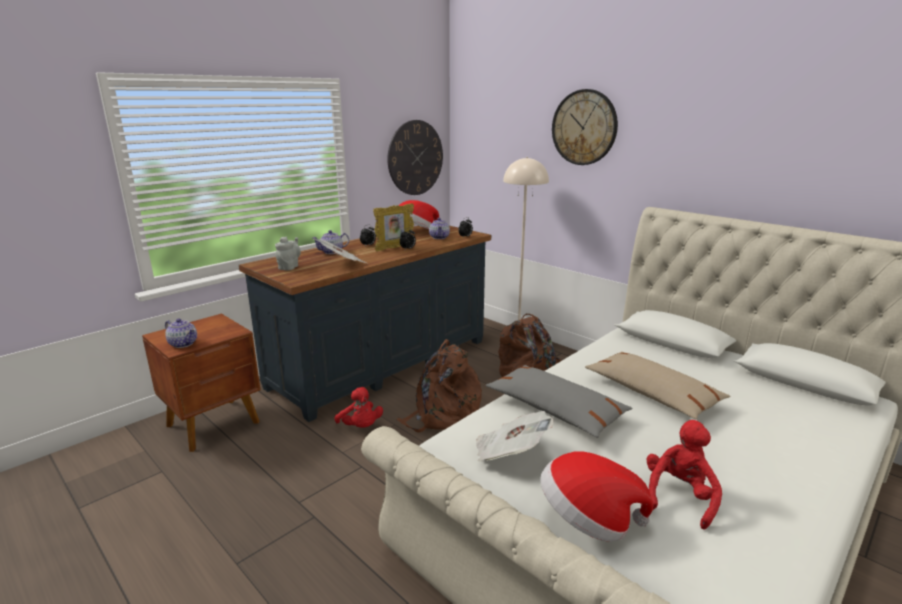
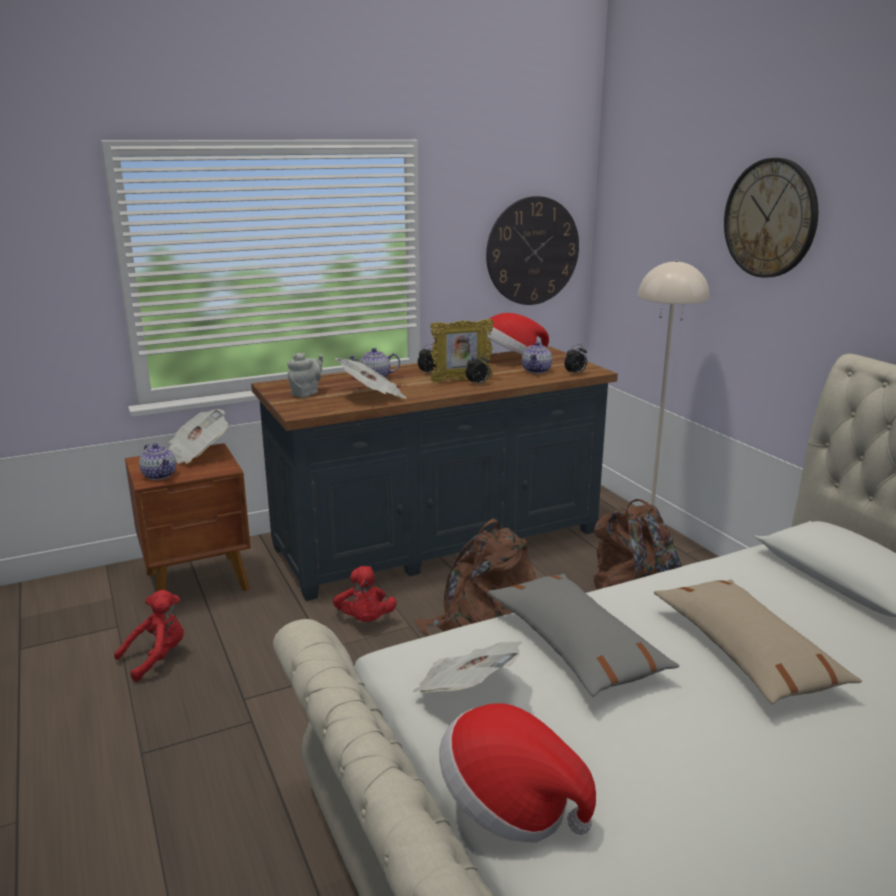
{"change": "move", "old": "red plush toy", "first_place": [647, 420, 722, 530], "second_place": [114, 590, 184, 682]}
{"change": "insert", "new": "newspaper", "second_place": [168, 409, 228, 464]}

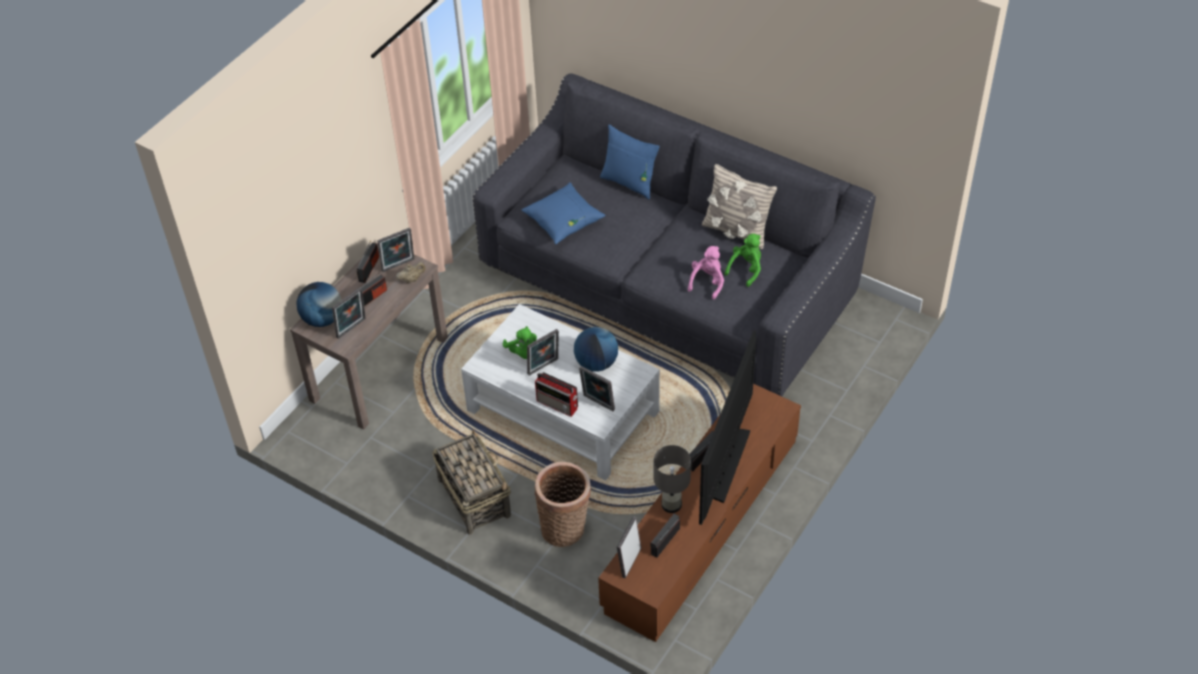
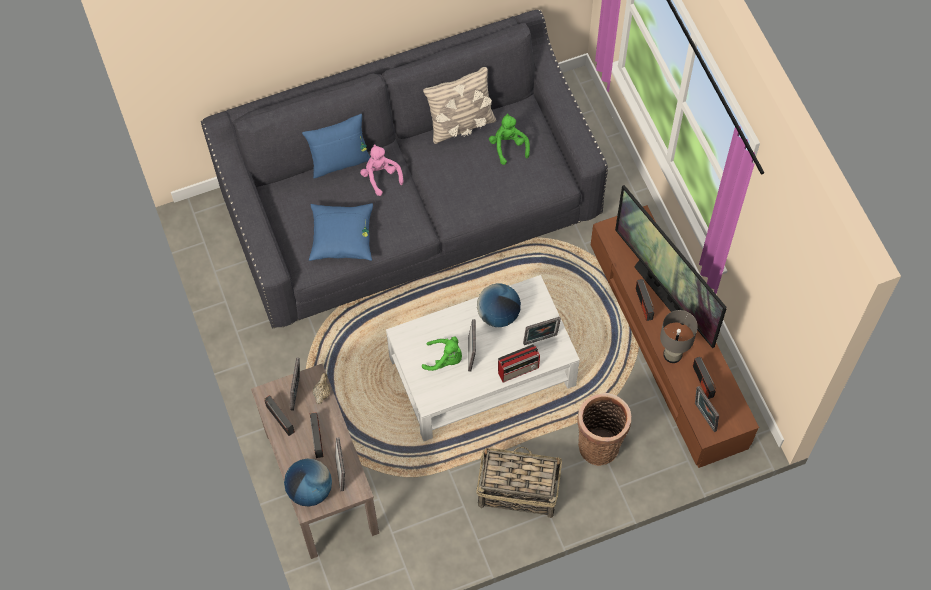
{"change": "move", "old": "pink plush toy", "first_place": [688, 246, 724, 300], "second_place": [360, 144, 403, 196]}

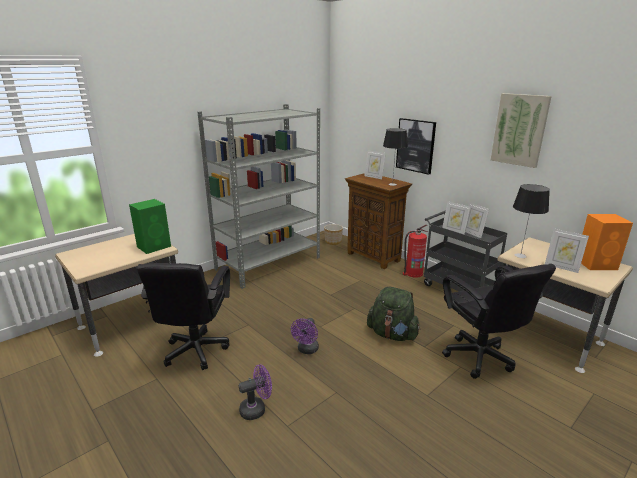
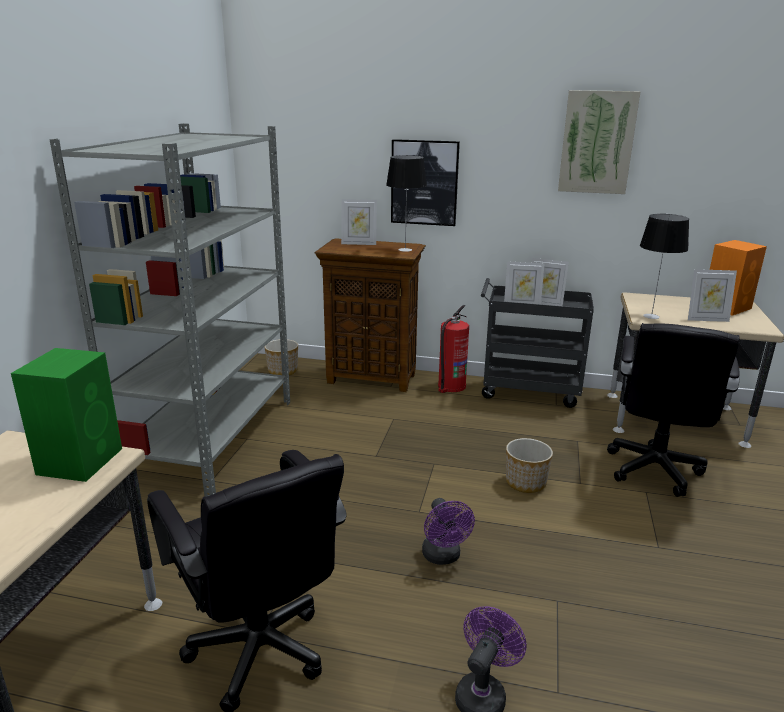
{"change": "replace", "old": "green backpack", "new": "planter", "first_place": [367, 287, 420, 341], "second_place": [506, 438, 553, 493]}
{"change": "rotate", "old": "black office chair", "first_place": [442, 264, 556, 379], "second_place": [607, 323, 740, 497], "degrees": 75}

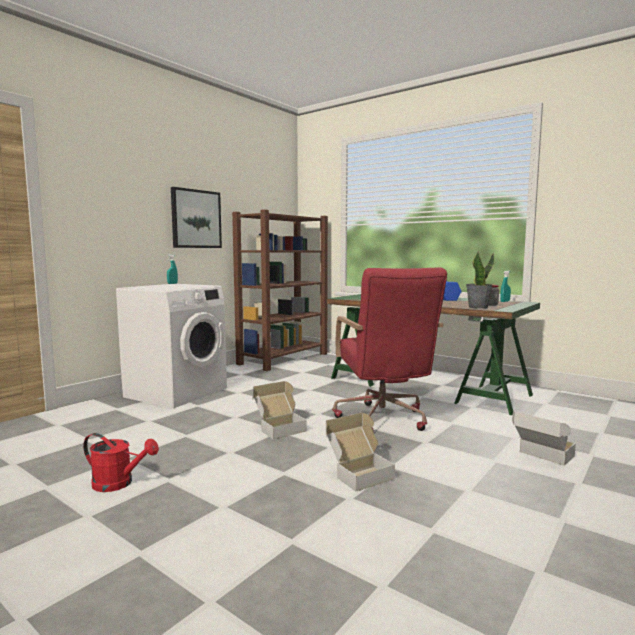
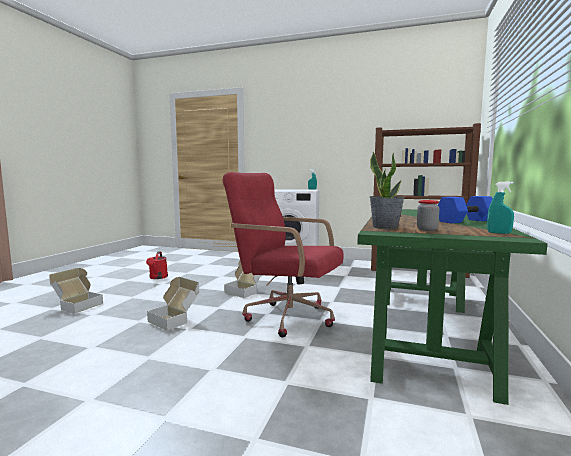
{"change": "delete", "old": "picture", "first_place": [171, 187, 222, 248]}
{"change": "rotate", "old": "red office chair", "first_place": [332, 267, 447, 431], "second_place": [222, 172, 344, 338], "degrees": 60}
{"change": "move", "old": "cardboard box", "first_place": [512, 411, 576, 466], "second_place": [49, 268, 103, 314]}

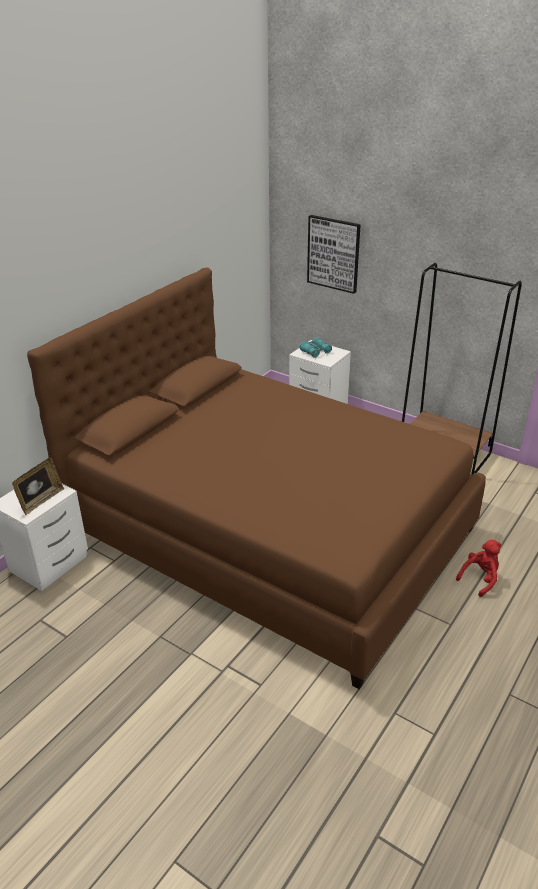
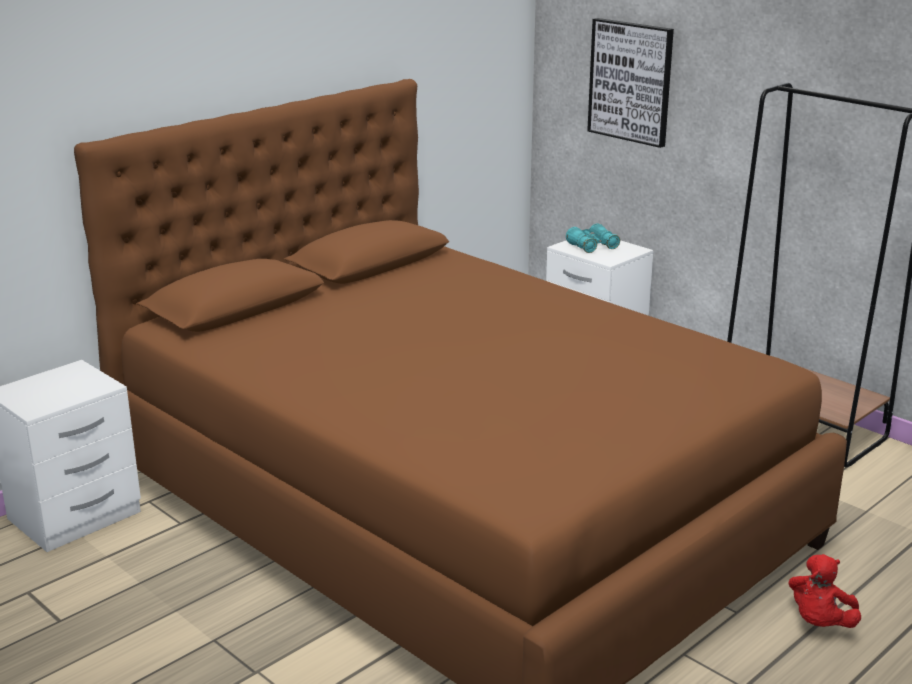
{"change": "delete", "old": "picture frame", "first_place": [12, 457, 64, 515]}
{"change": "rotate", "old": "red plush toy", "first_place": [456, 540, 501, 597], "second_place": [788, 554, 861, 628], "degrees": 150}

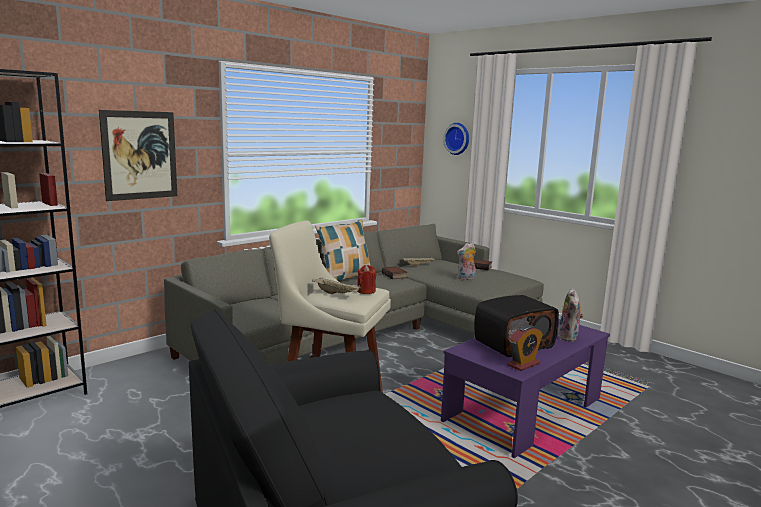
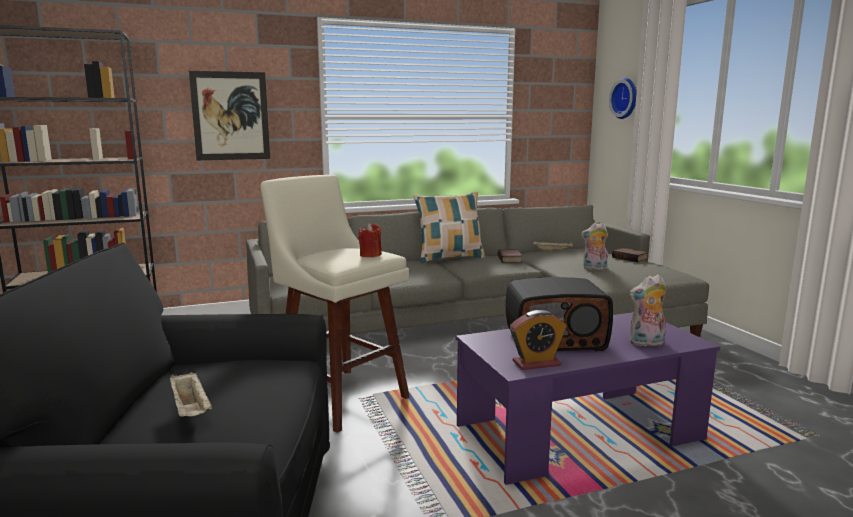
{"change": "move", "old": "beige tray", "first_place": [312, 278, 361, 294], "second_place": [170, 372, 212, 417]}
{"change": "rotate", "old": "plush toy", "first_place": [557, 288, 584, 342], "second_place": [630, 274, 666, 347], "degrees": 45}

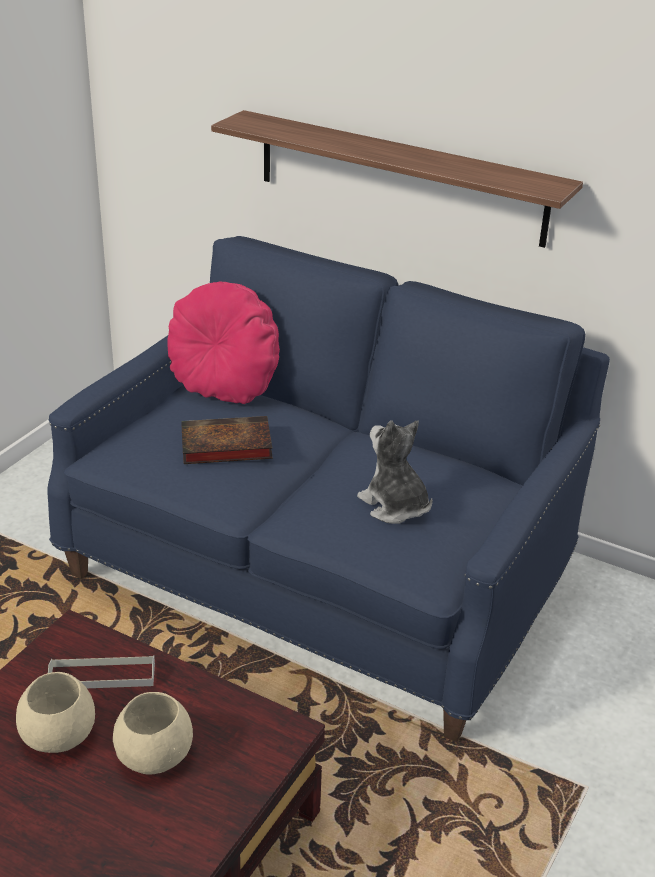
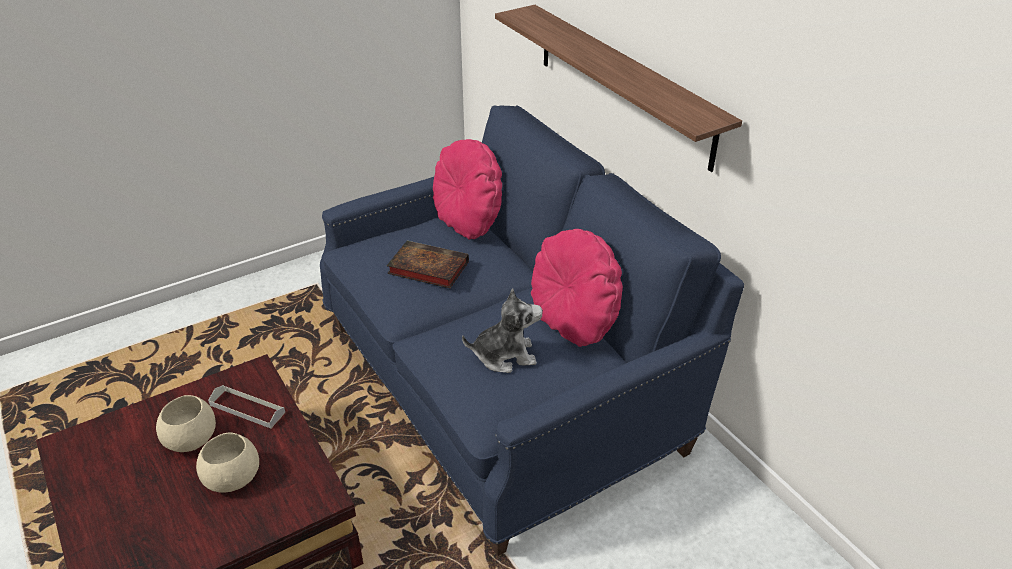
{"change": "rotate", "old": "plush toy", "first_place": [357, 420, 433, 524], "second_place": [462, 288, 543, 373], "degrees": 90}
{"change": "insert", "new": "pink pillow", "second_place": [531, 229, 623, 347]}

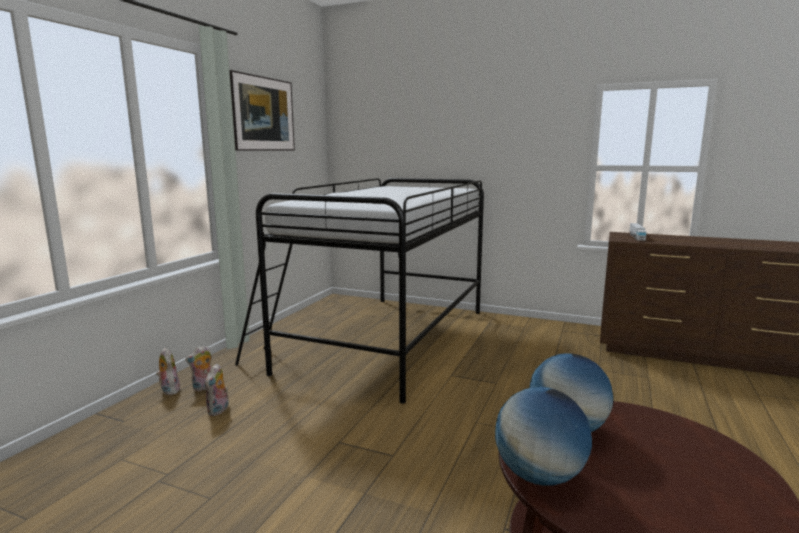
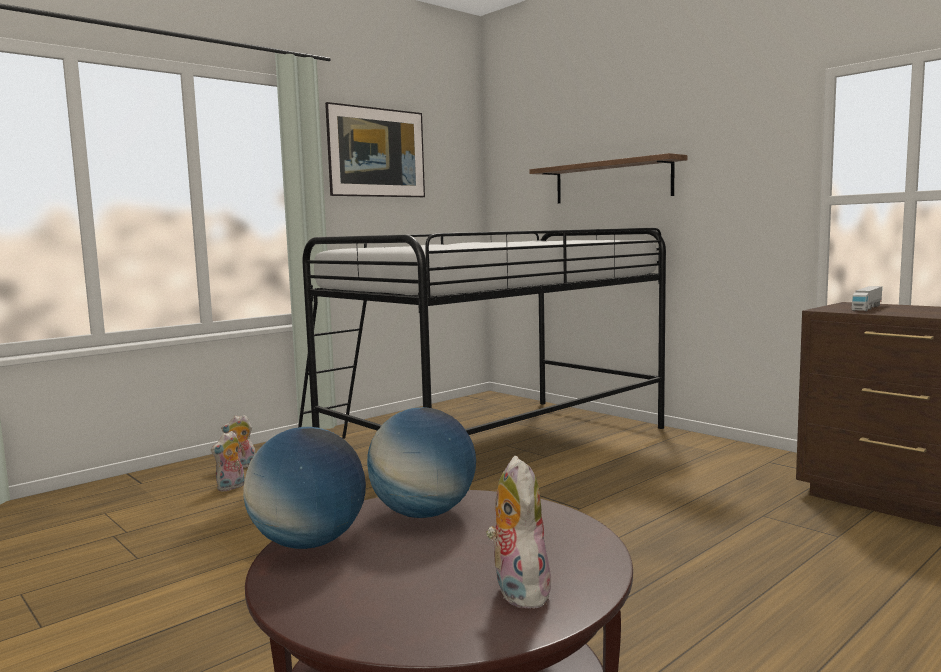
{"change": "move", "old": "plush toy", "first_place": [156, 348, 180, 395], "second_place": [486, 456, 551, 609]}
{"change": "insert", "new": "shelf", "second_place": [529, 153, 687, 203]}

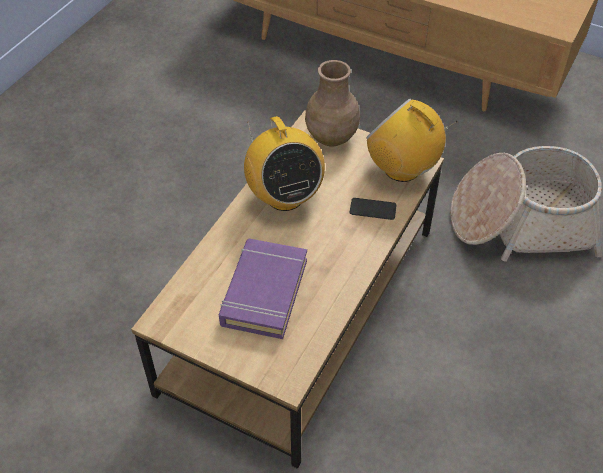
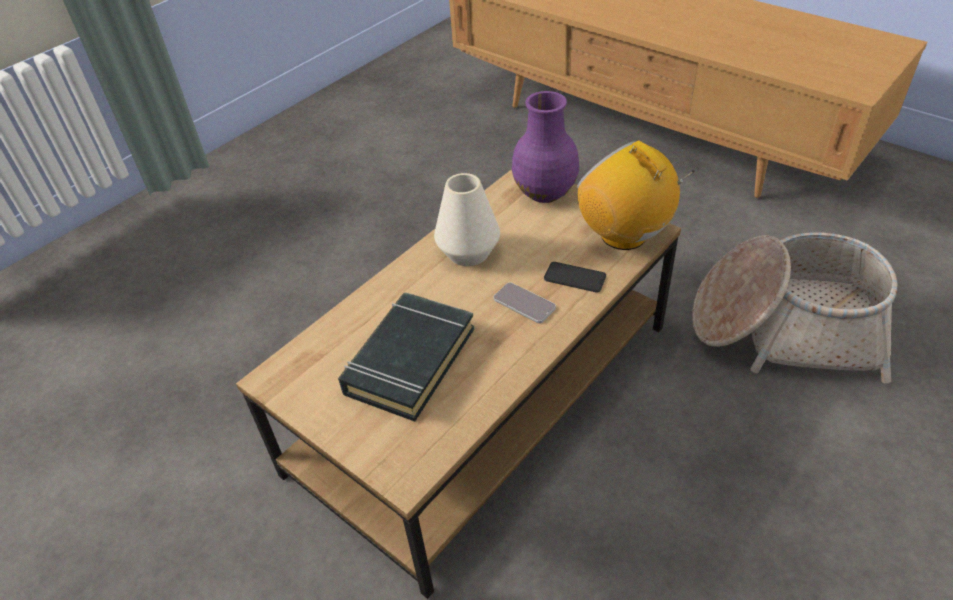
{"change": "recolor", "old": "purple book", "new": "black book", "first_place": [219, 239, 307, 339], "second_place": [338, 292, 474, 422]}
{"change": "replace", "old": "radio", "new": "white vase", "first_place": [244, 116, 325, 211], "second_place": [434, 173, 500, 266]}
{"change": "recolor", "old": "brown vase", "new": "purple vase", "first_place": [305, 60, 360, 147], "second_place": [512, 91, 579, 203]}
{"change": "insert", "new": "phone", "second_place": [494, 282, 556, 323]}

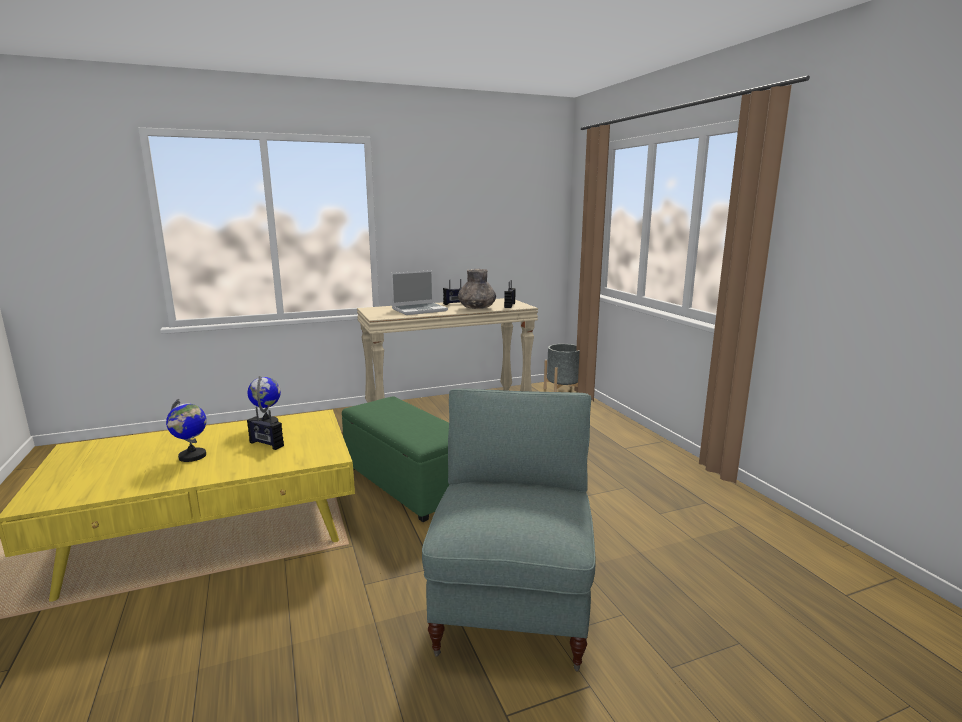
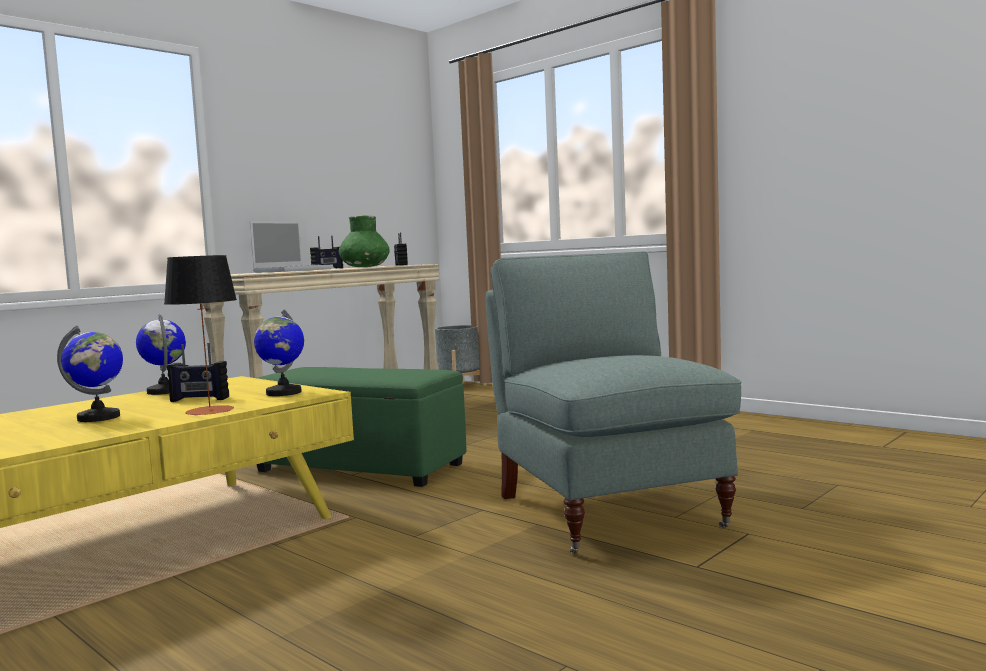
{"change": "recolor", "old": "grey vase", "new": "green vase", "first_place": [458, 269, 496, 309], "second_place": [339, 215, 390, 267]}
{"change": "insert", "new": "table lamp", "second_place": [164, 255, 237, 416]}
{"change": "insert", "new": "globe", "second_place": [254, 310, 304, 396]}

